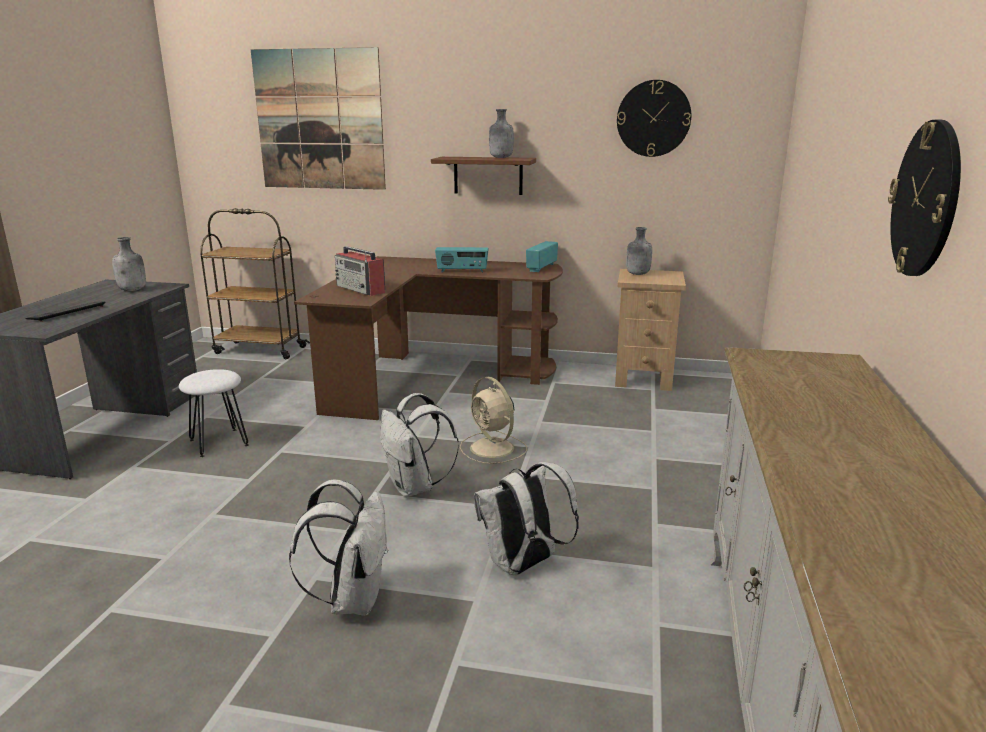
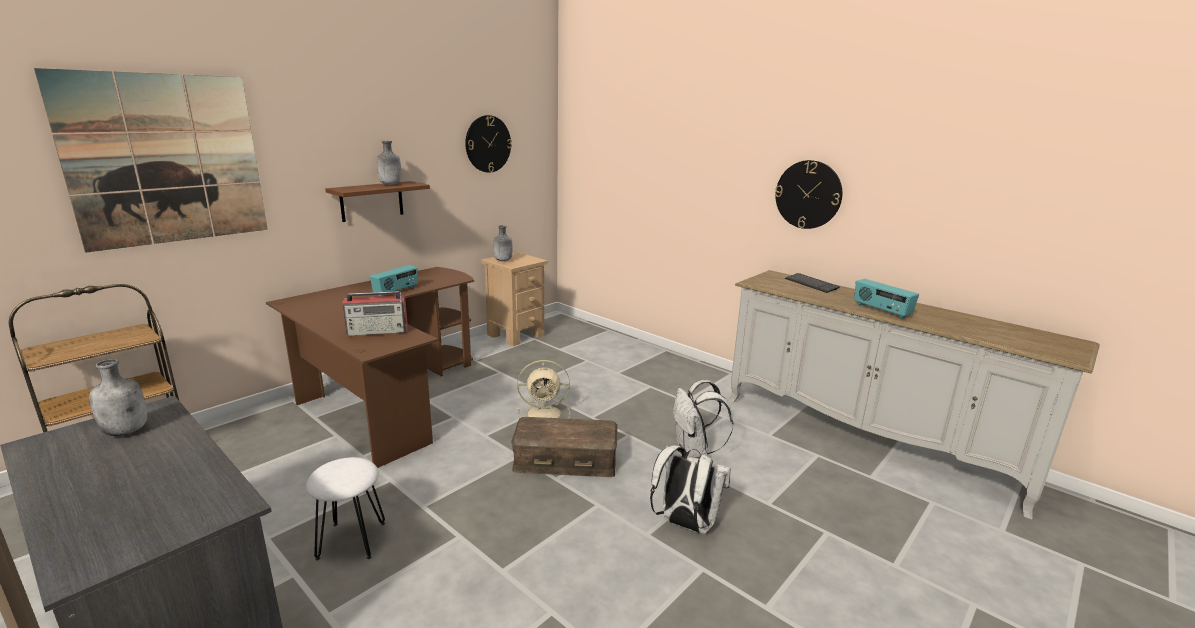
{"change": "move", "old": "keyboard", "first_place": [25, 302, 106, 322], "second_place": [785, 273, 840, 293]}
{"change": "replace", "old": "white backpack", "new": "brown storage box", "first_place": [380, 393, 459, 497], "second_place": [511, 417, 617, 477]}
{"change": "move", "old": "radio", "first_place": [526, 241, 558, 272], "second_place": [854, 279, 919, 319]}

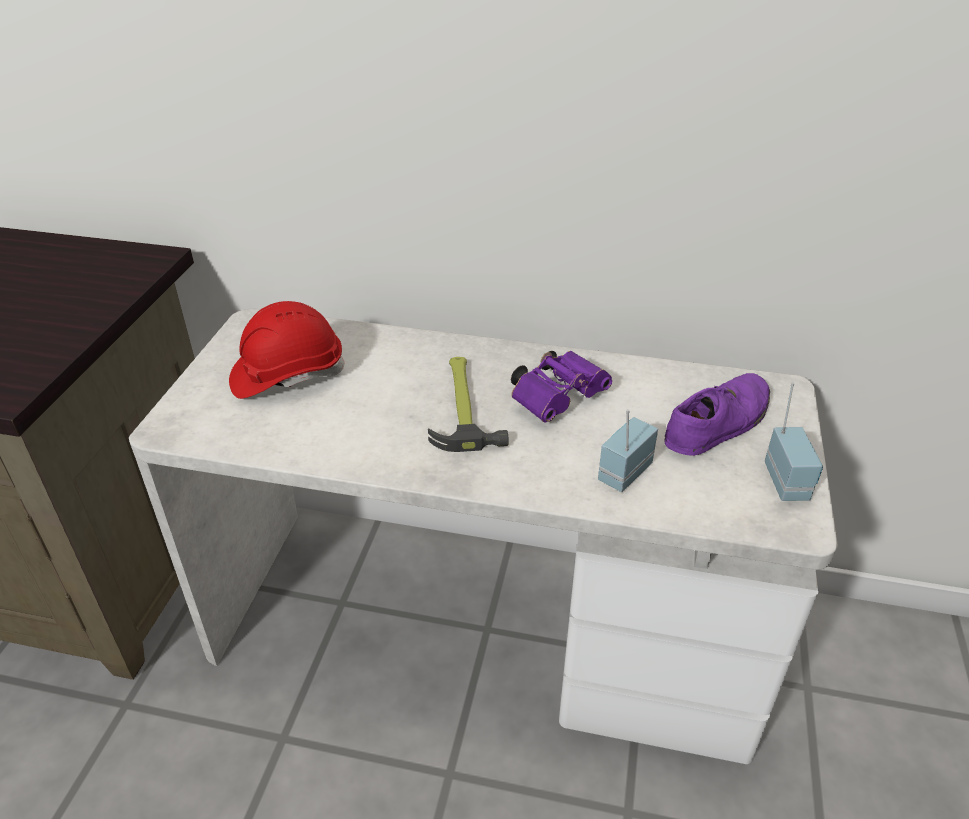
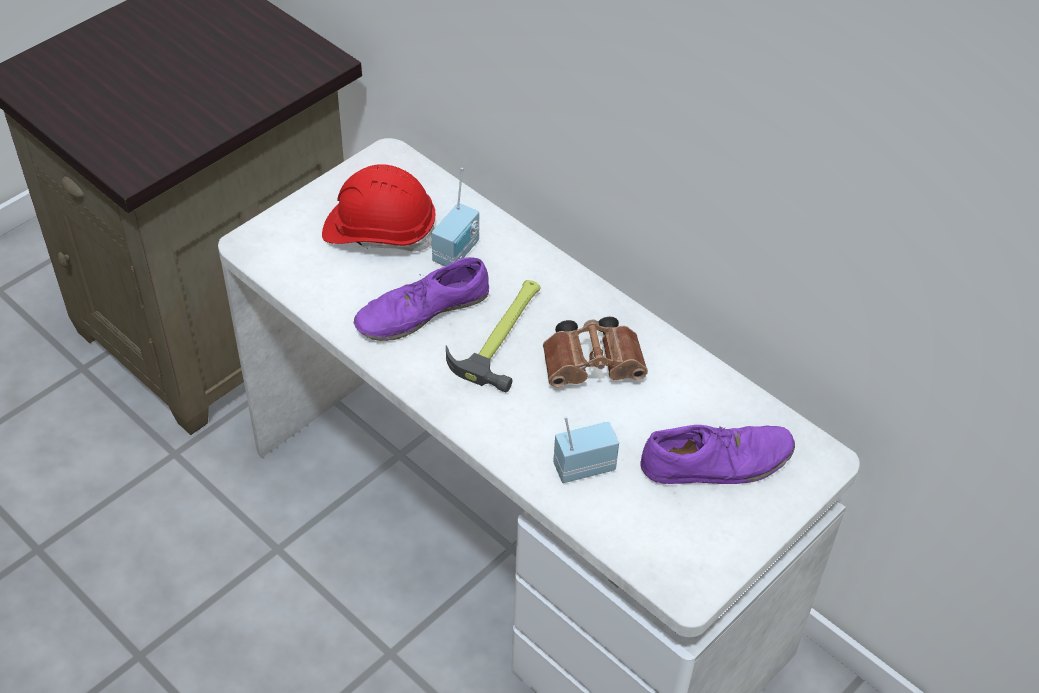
{"change": "recolor", "old": "purple binoculars", "new": "brown binoculars", "first_place": [511, 351, 612, 422], "second_place": [543, 317, 648, 387]}
{"change": "move", "old": "radio", "first_place": [765, 382, 823, 501], "second_place": [431, 168, 479, 266]}
{"change": "insert", "new": "purple shoe", "second_place": [354, 257, 489, 341]}

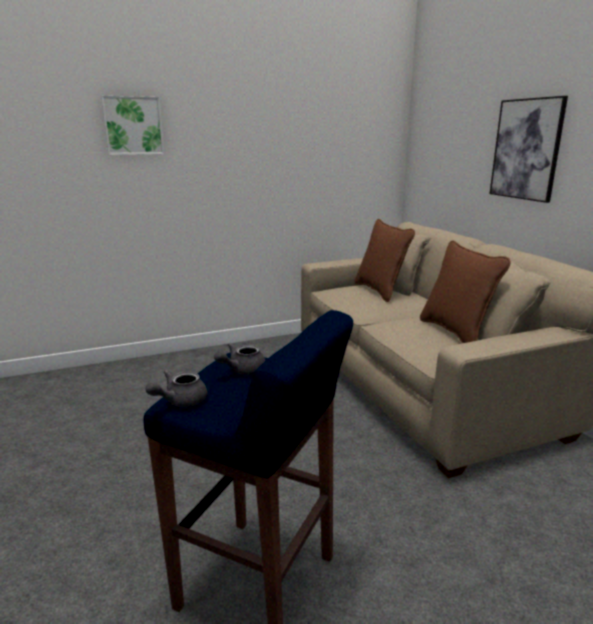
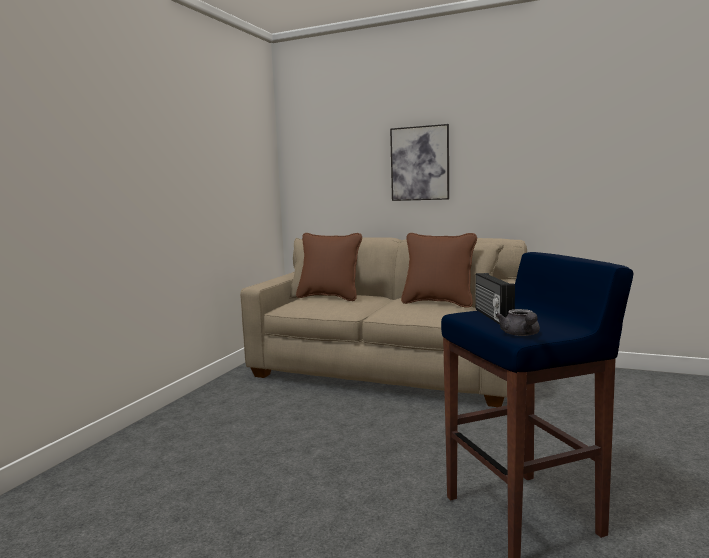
{"change": "delete", "old": "picture", "first_place": [101, 96, 164, 155]}
{"change": "replace", "old": "grey teapot", "new": "radio", "first_place": [214, 343, 266, 375], "second_place": [475, 273, 515, 325]}

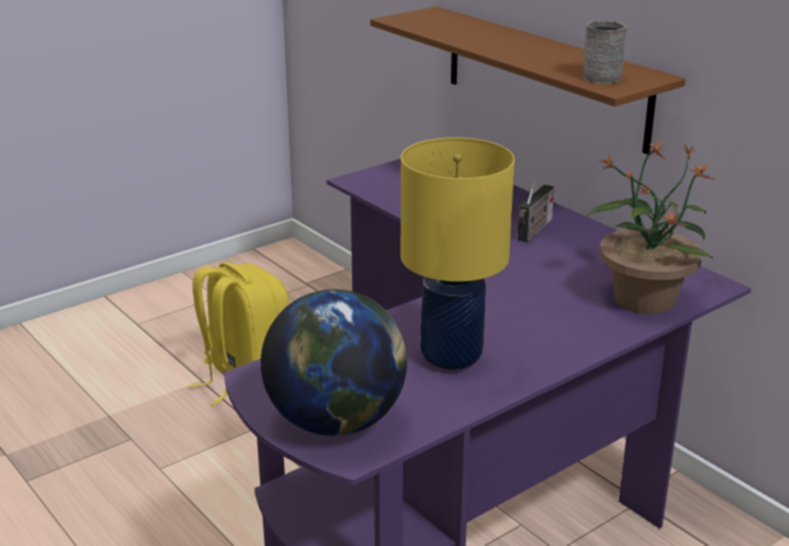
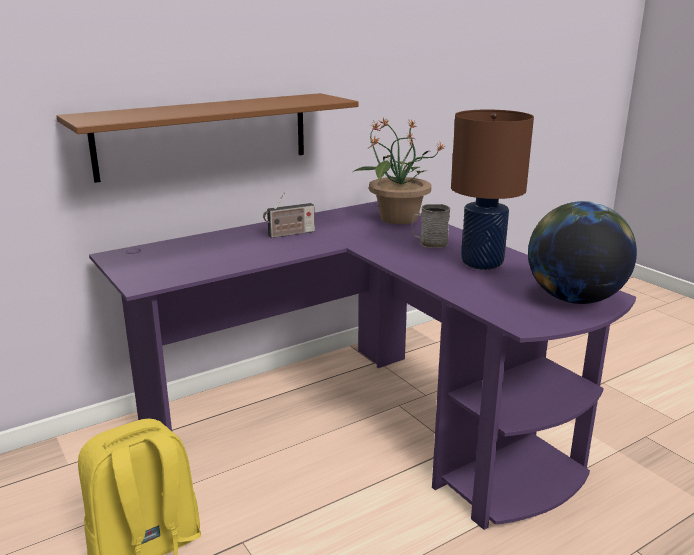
{"change": "recolor", "old": "yellow table lamp", "new": "brown table lamp", "first_place": [401, 137, 515, 370], "second_place": [451, 110, 534, 270]}
{"change": "rotate", "old": "radio", "first_place": [517, 180, 554, 242], "second_place": [263, 193, 315, 238], "degrees": 120}
{"change": "move", "old": "grey mug", "first_place": [583, 20, 626, 84], "second_place": [411, 204, 451, 248]}

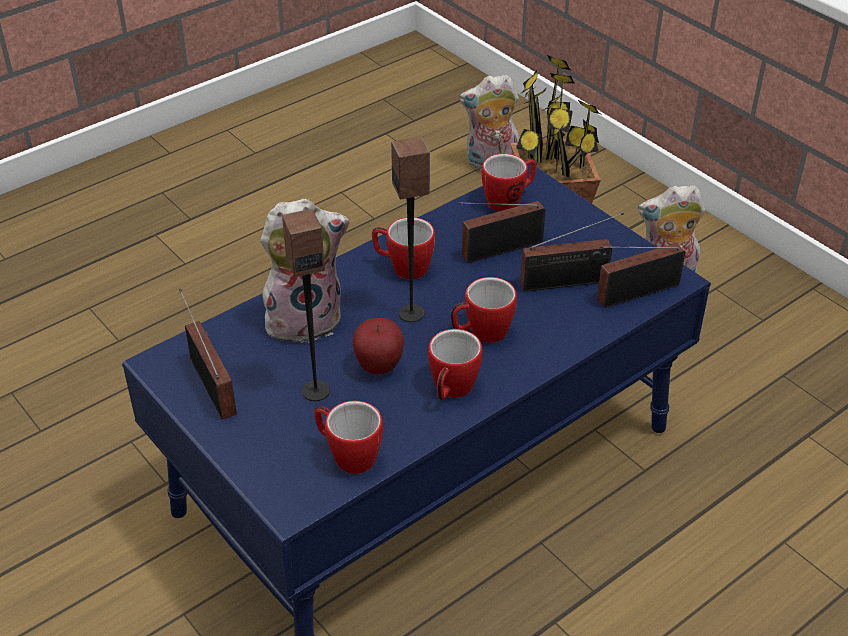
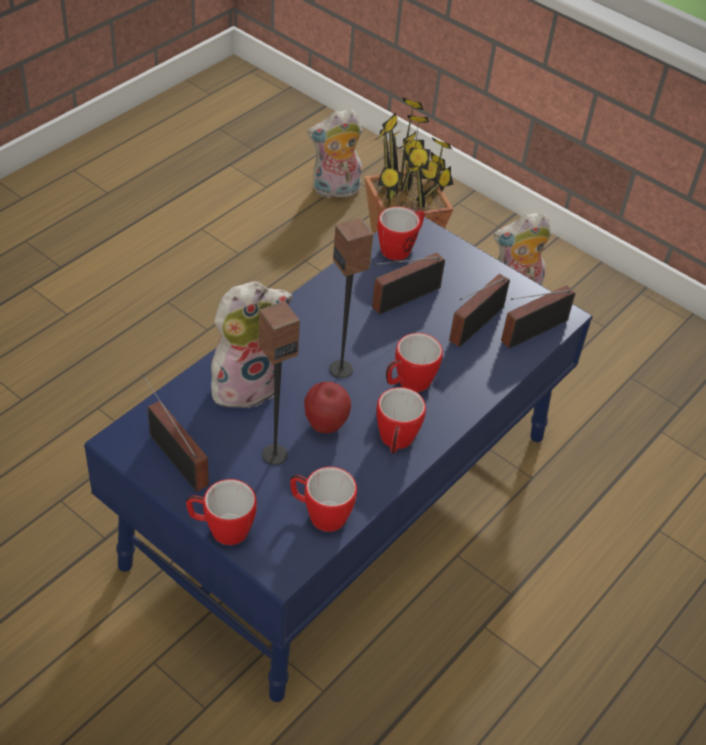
{"change": "move", "old": "mug", "first_place": [372, 217, 435, 279], "second_place": [186, 479, 257, 545]}
{"change": "rotate", "old": "radio", "first_place": [521, 213, 624, 292], "second_place": [449, 274, 510, 347], "degrees": 150}

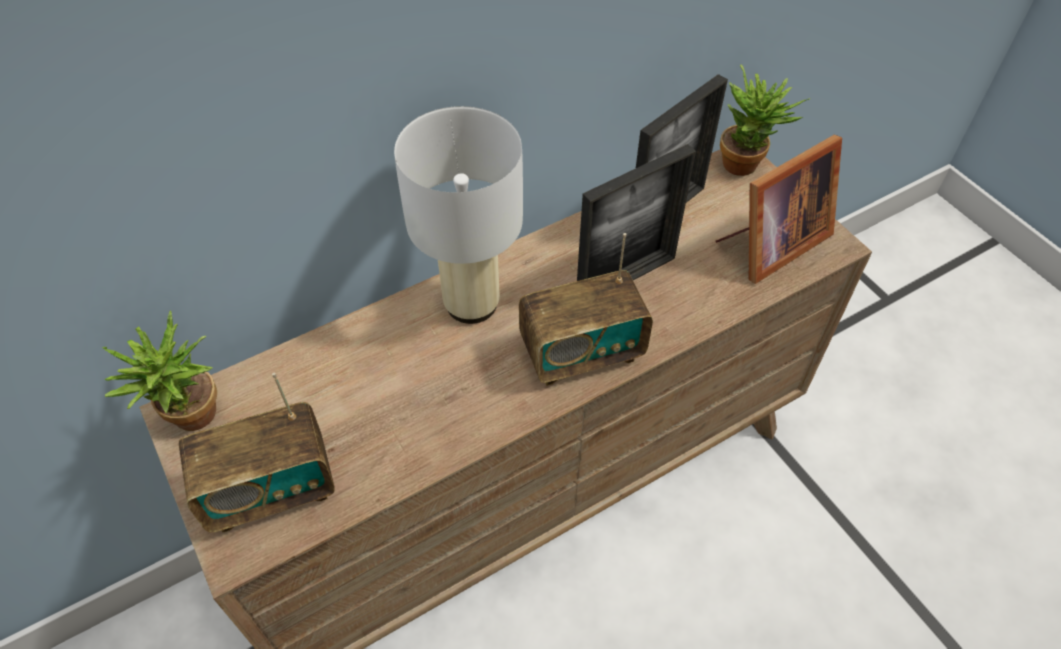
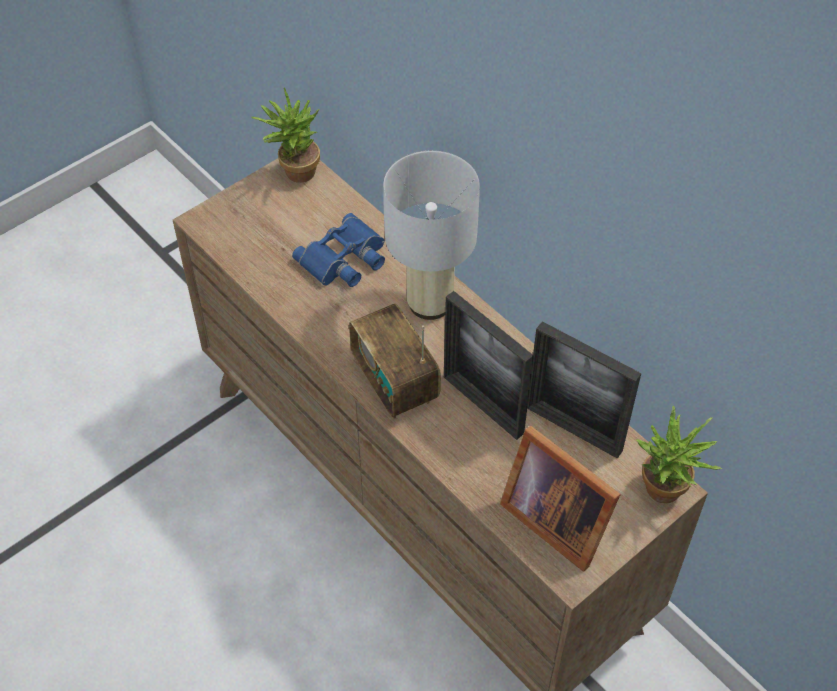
{"change": "delete", "old": "radio", "first_place": [179, 373, 335, 532]}
{"change": "insert", "new": "blue binoculars", "second_place": [292, 213, 385, 287]}

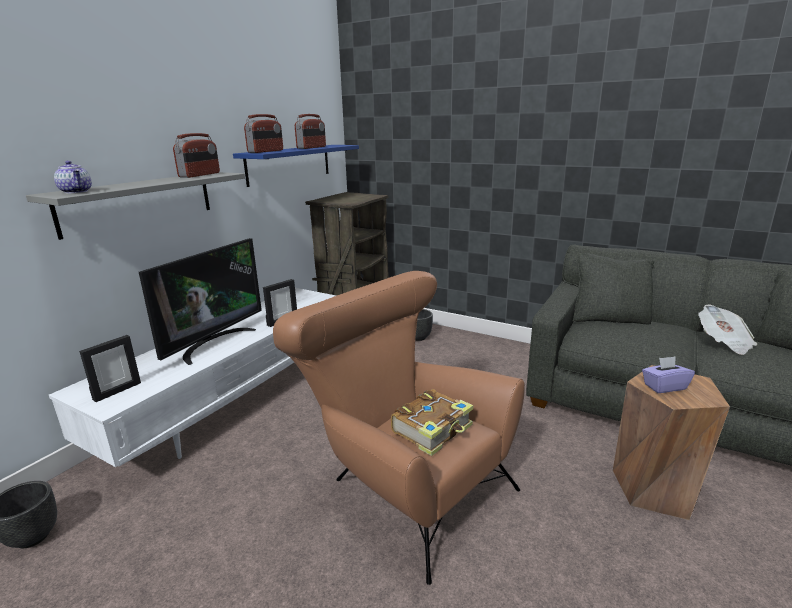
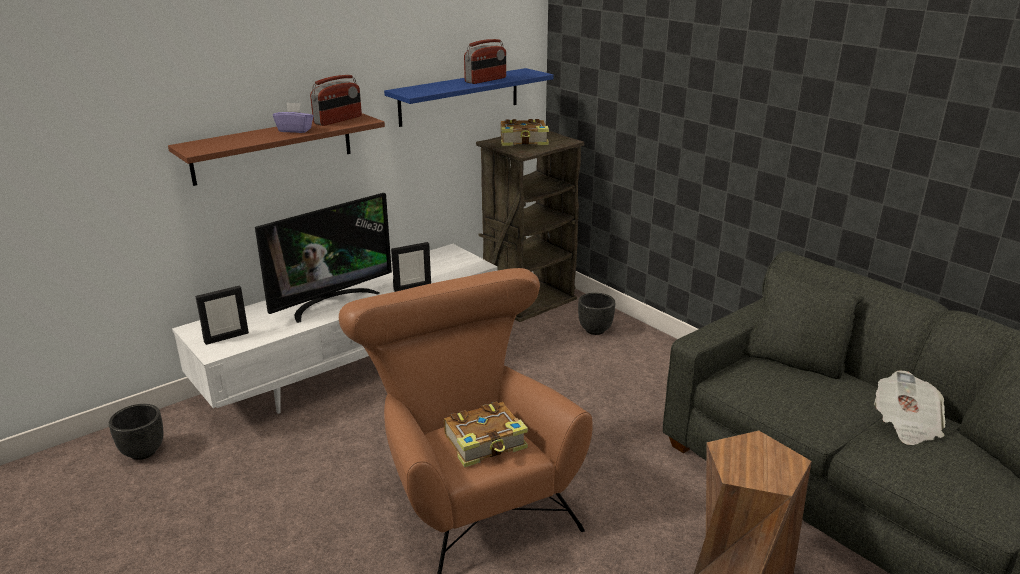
{"change": "recolor", "old": "grey shelf", "new": "brown shelf", "first_place": [26, 172, 245, 240], "second_place": [168, 113, 385, 186]}
{"change": "delete", "old": "teapot", "first_place": [54, 161, 92, 193]}
{"change": "delete", "old": "radio", "first_place": [244, 114, 283, 153]}
{"change": "move", "old": "purple tissue box", "first_place": [642, 356, 695, 393], "second_place": [273, 103, 313, 133]}
{"change": "insert", "new": "book", "second_place": [501, 119, 549, 146]}

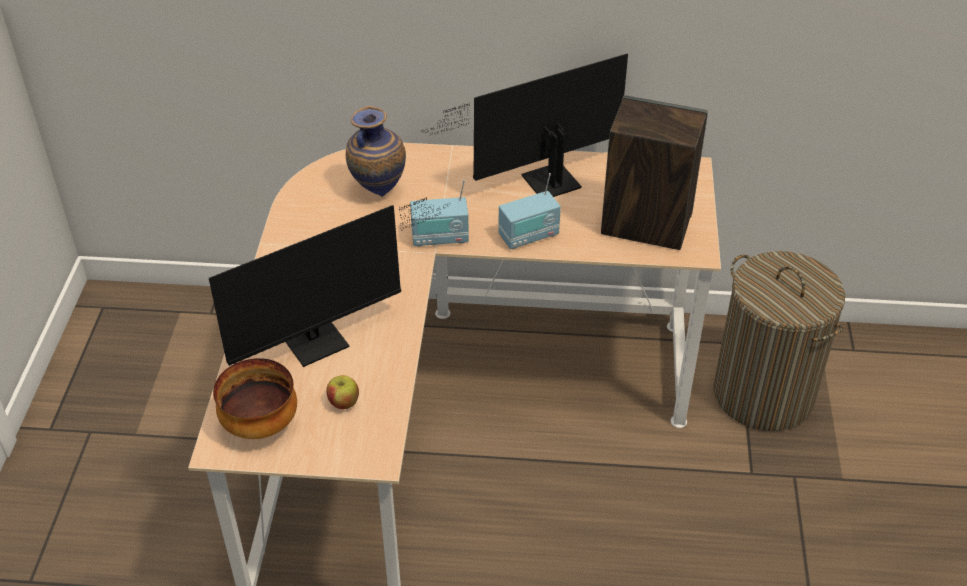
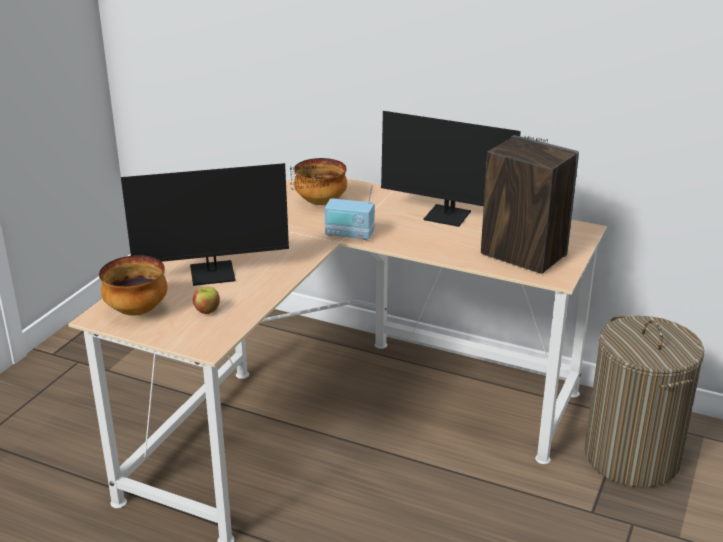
{"change": "replace", "old": "vase", "new": "bowl", "first_place": [346, 106, 406, 197], "second_place": [294, 158, 347, 205]}
{"change": "rotate", "old": "monitor", "first_place": [423, 53, 628, 197], "second_place": [381, 111, 548, 227], "degrees": -150}
{"change": "delete", "old": "radio", "first_place": [498, 173, 561, 249]}

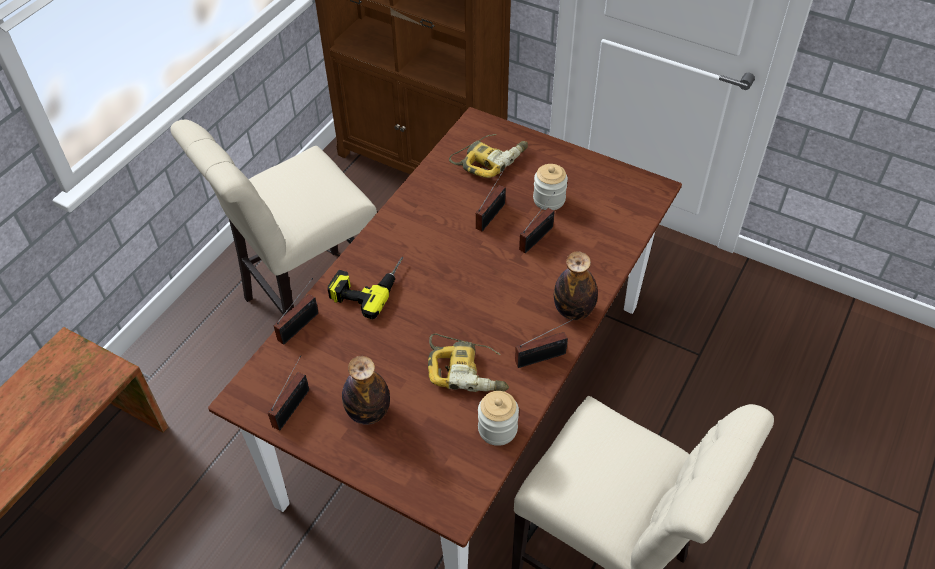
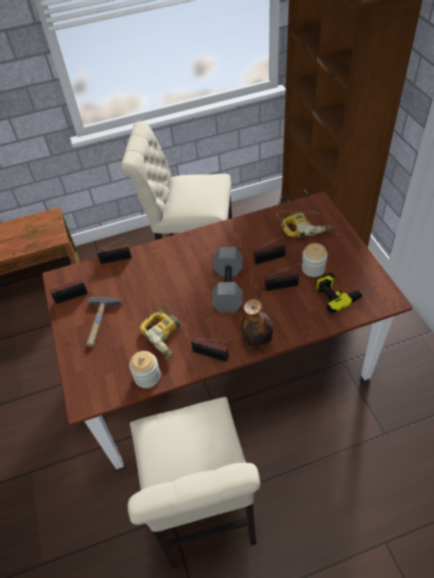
{"change": "move", "old": "power drill", "first_place": [328, 257, 403, 319], "second_place": [315, 272, 377, 313]}
{"change": "replace", "old": "bottle", "new": "hammer", "first_place": [342, 356, 390, 425], "second_place": [86, 297, 122, 347]}
{"change": "insert", "new": "grey dumbbell", "second_place": [211, 247, 243, 313]}

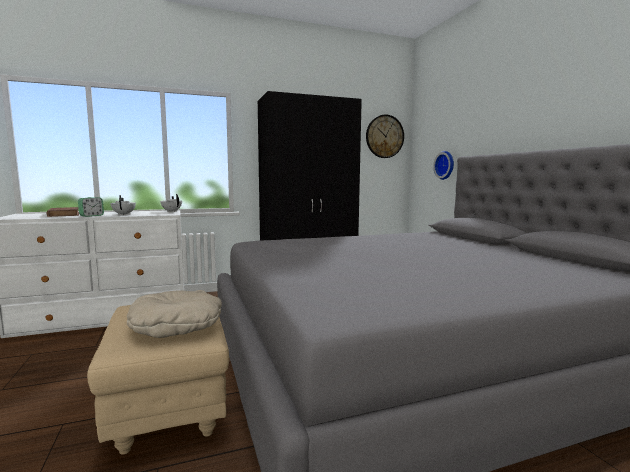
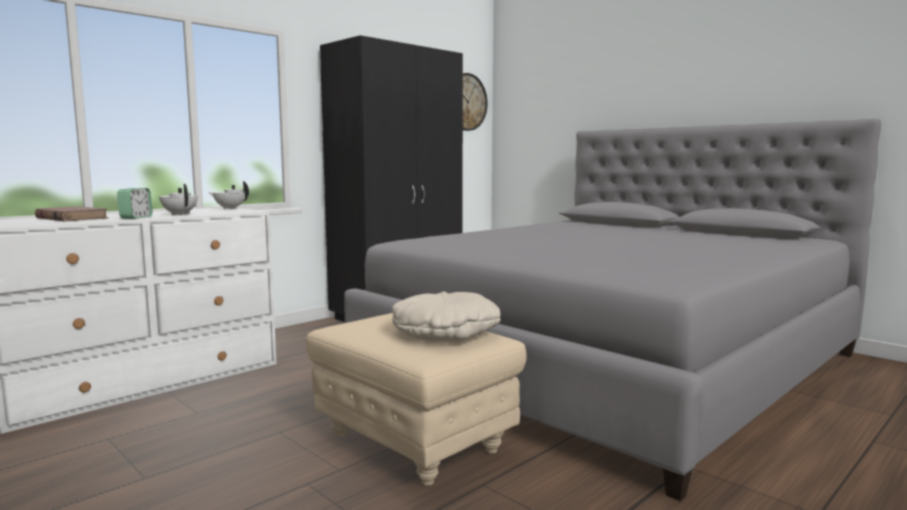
{"change": "delete", "old": "wall clock", "first_place": [433, 151, 454, 180]}

